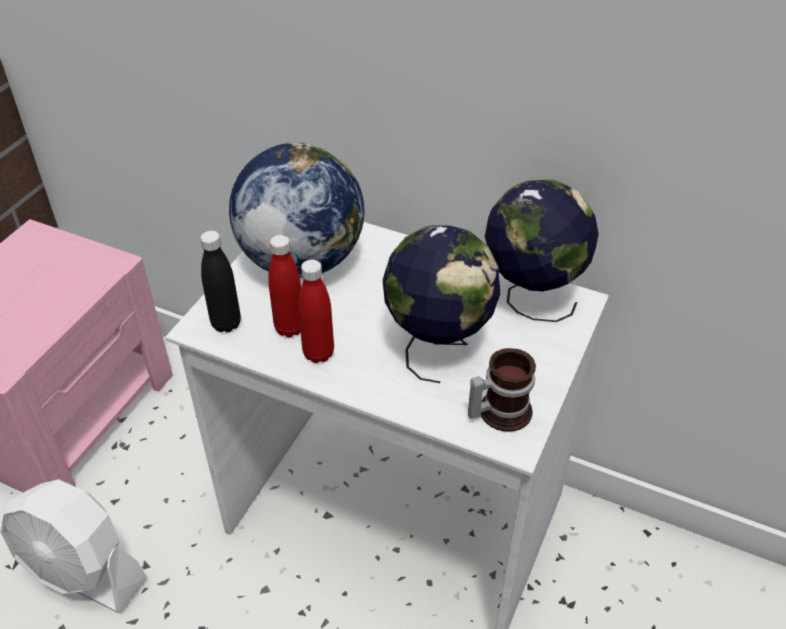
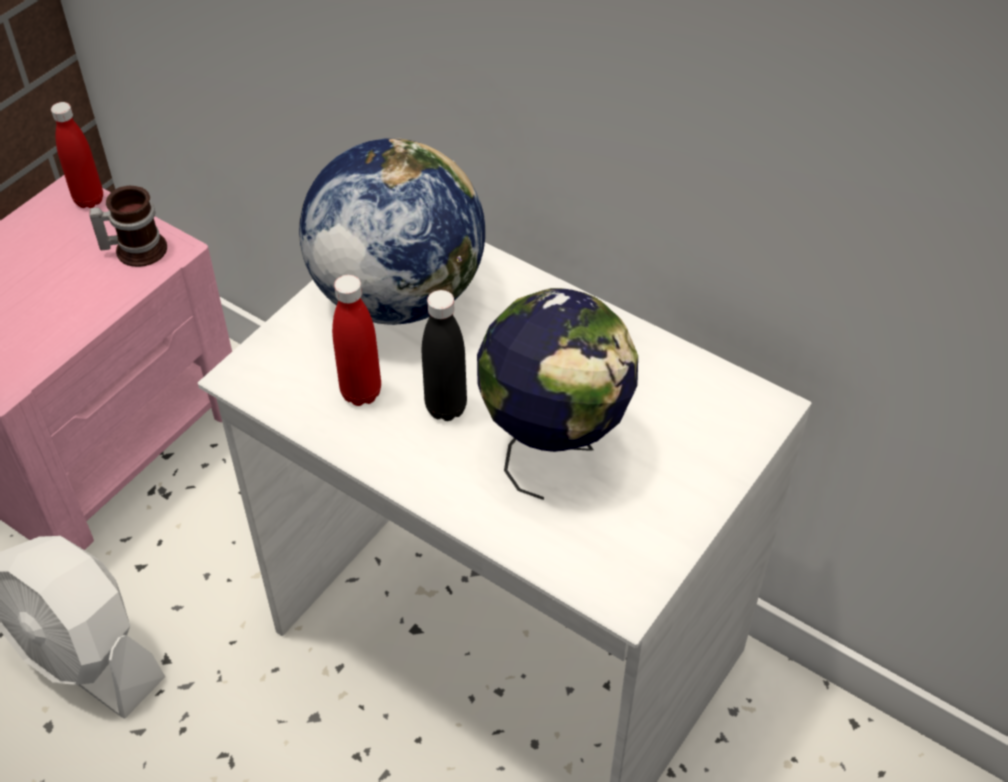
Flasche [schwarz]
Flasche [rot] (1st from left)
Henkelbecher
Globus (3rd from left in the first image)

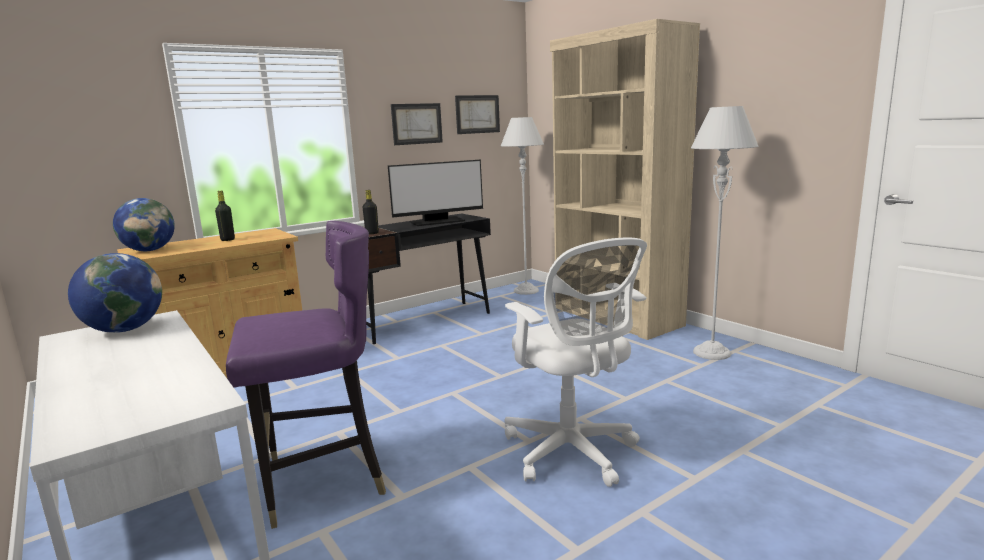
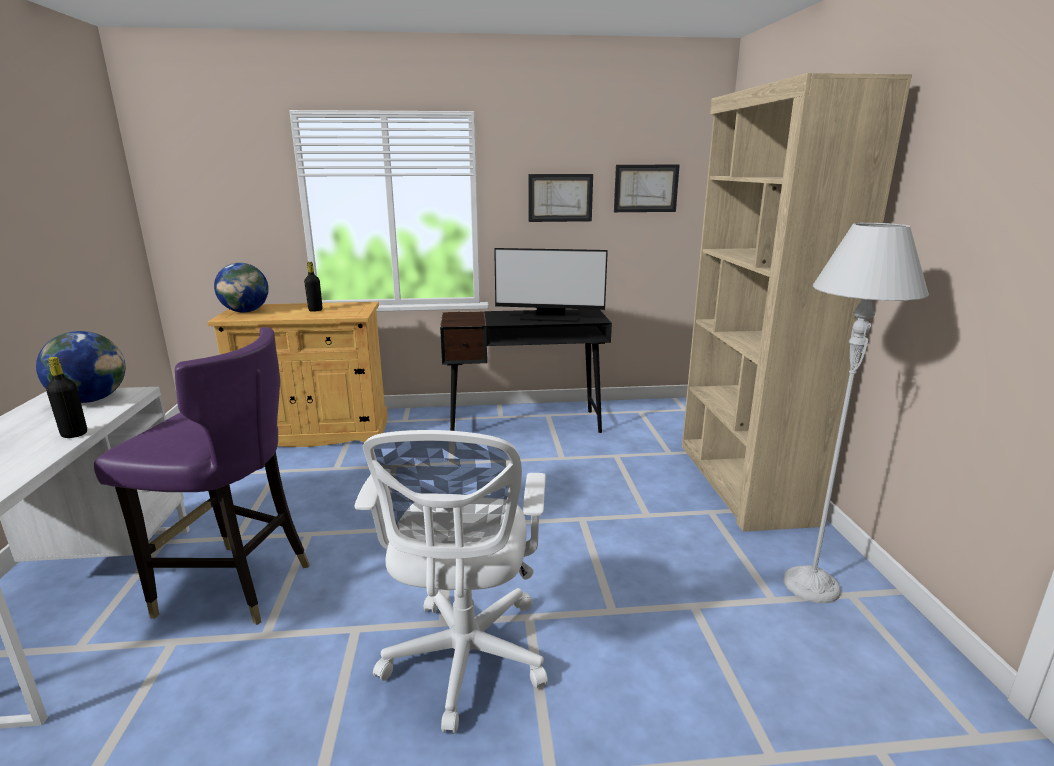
Flasche [schwarz] (1st from left)
Stehlampe [grau] (1st from left in the first image)

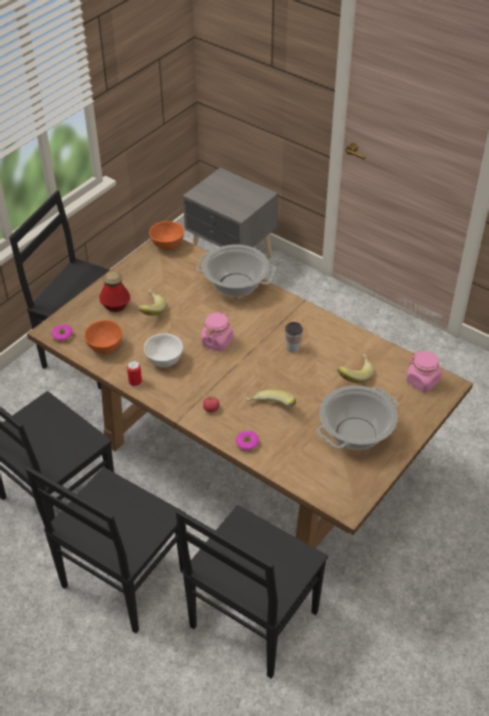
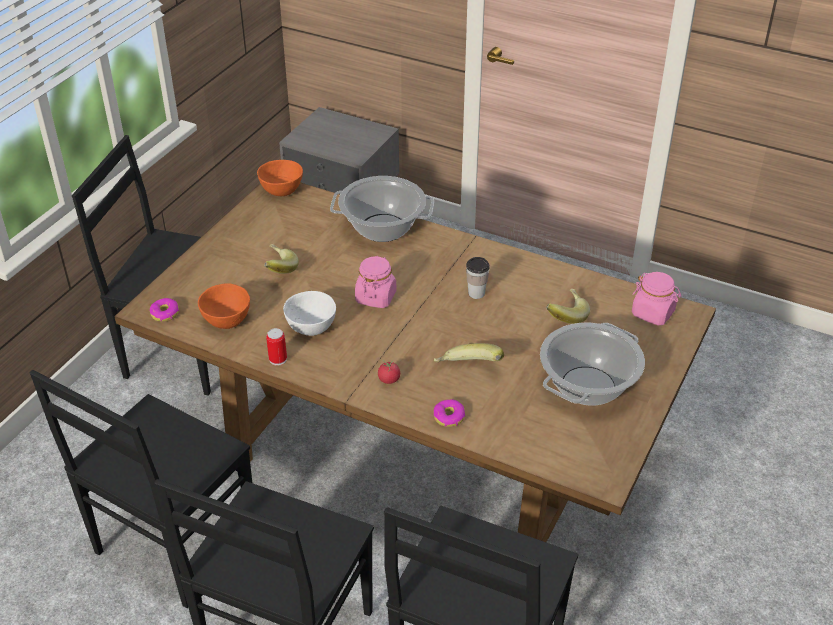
Flasche

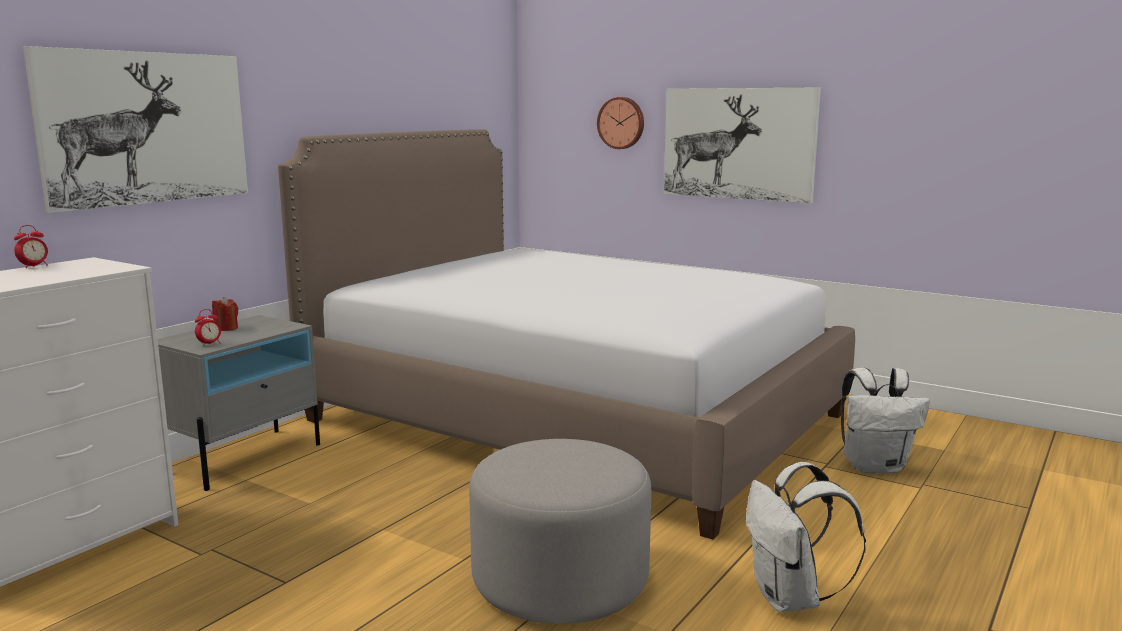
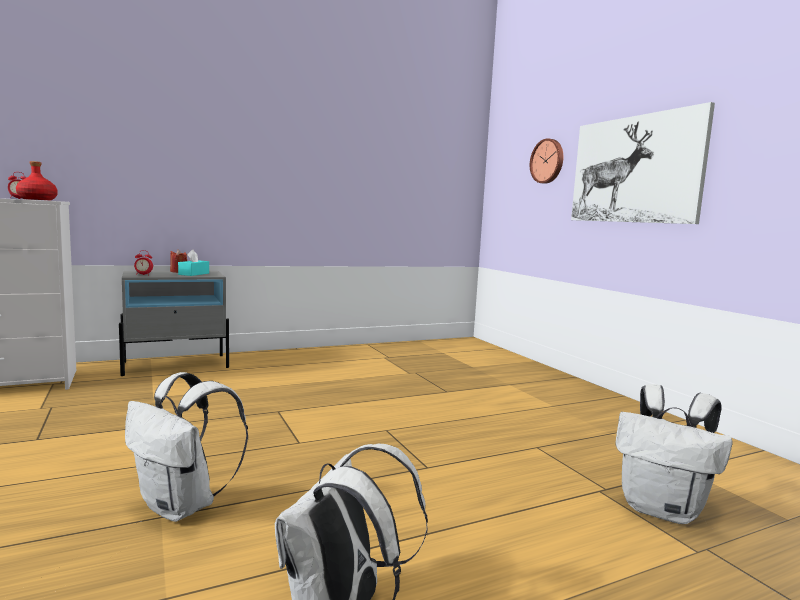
Bild (1st from left in the first image)
Bett
Rucksack [weiß] (1st from left)
Flasche [rot]
Taschentuchbox [türkis]

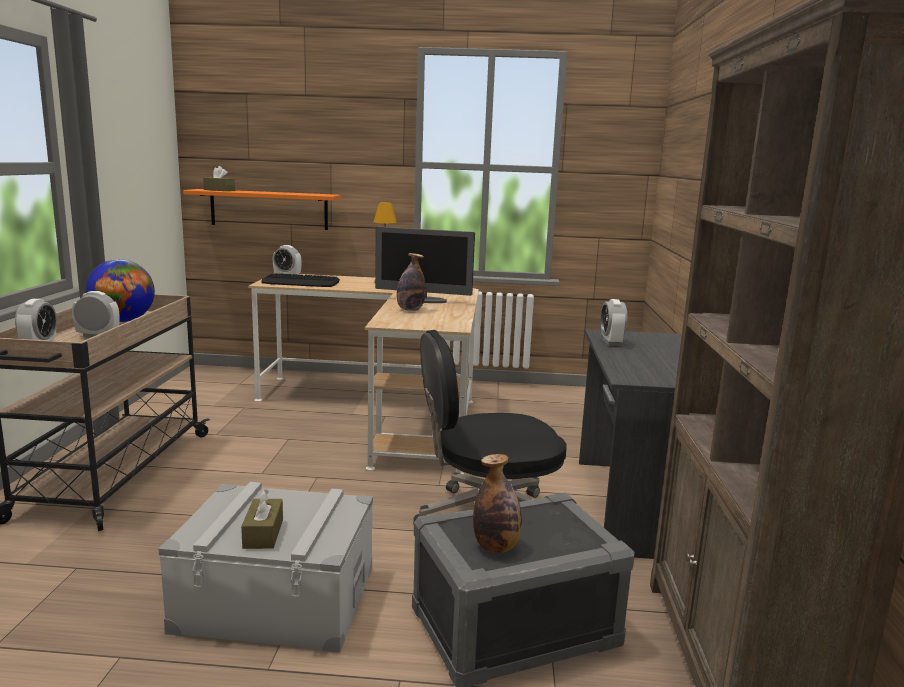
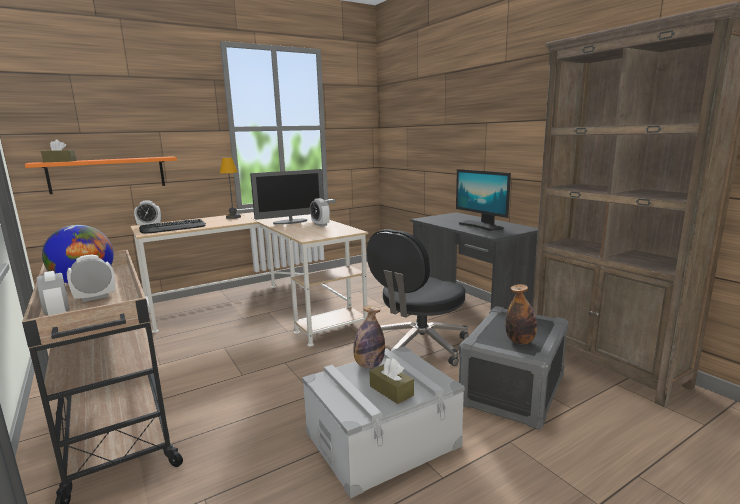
Flasche (1st from left)
Wecker (4th from left)
Monitor (2nd from left)

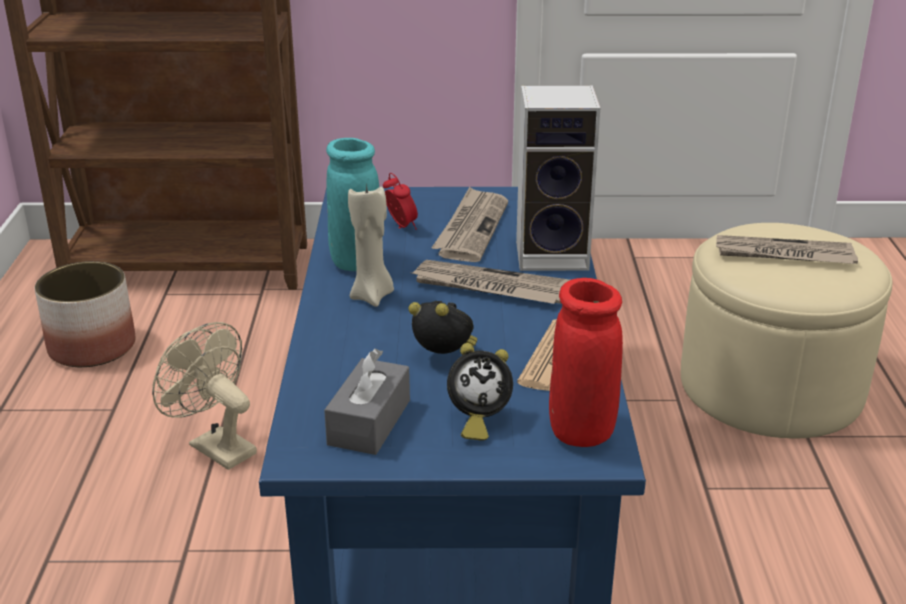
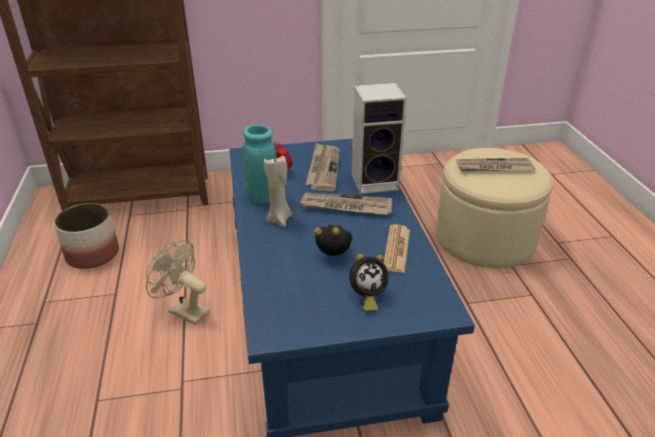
Taschentuchbox [grau]
Vase [rot]

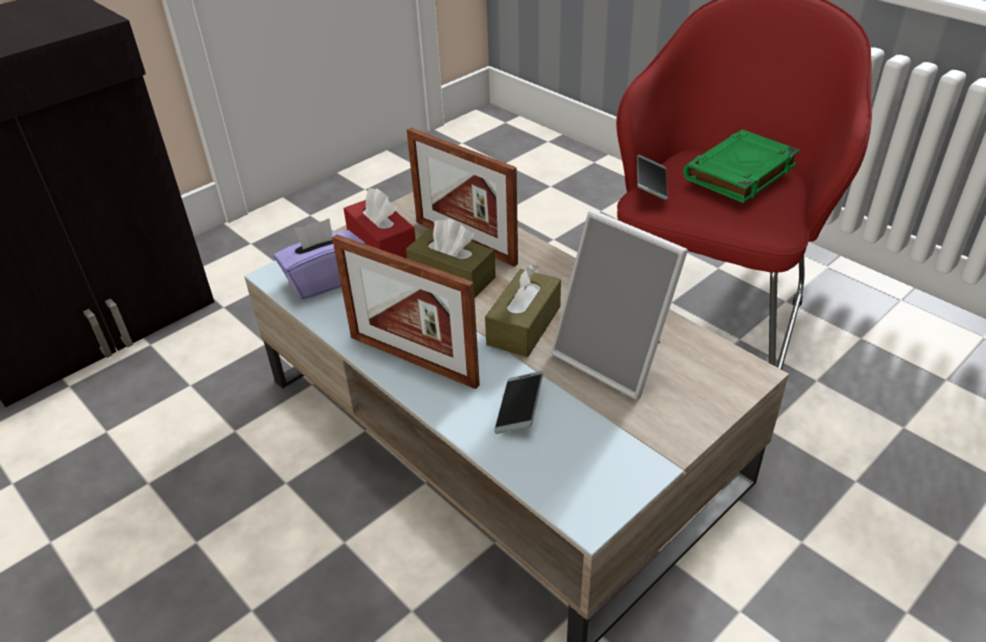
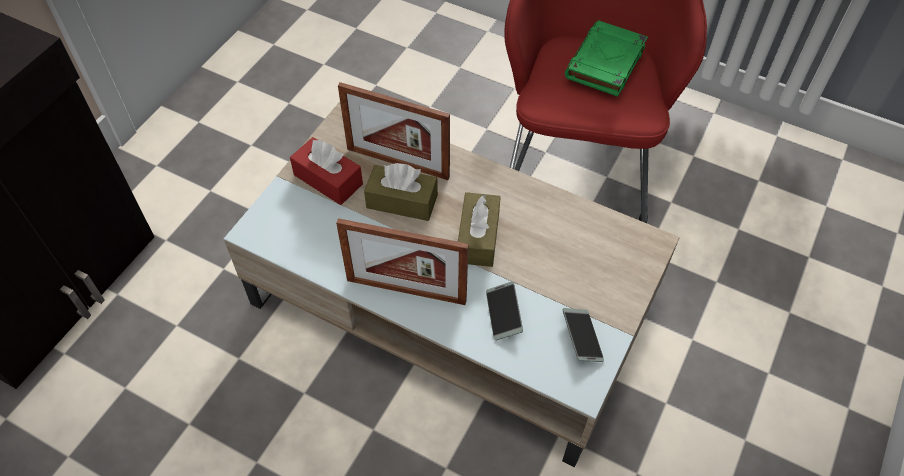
Taschentuchbox [lila]
Bilderrahmen (3rd from left in the first image)
Handy (2nd from left)

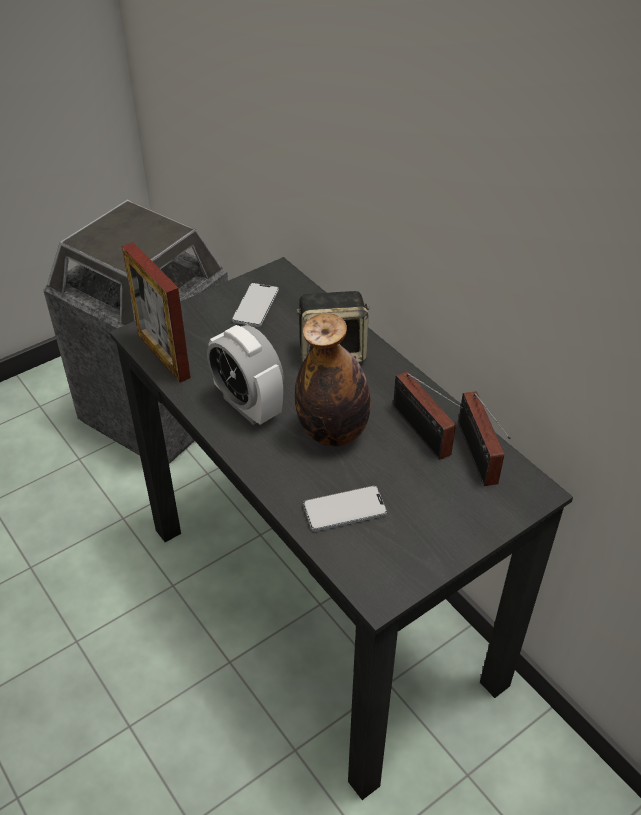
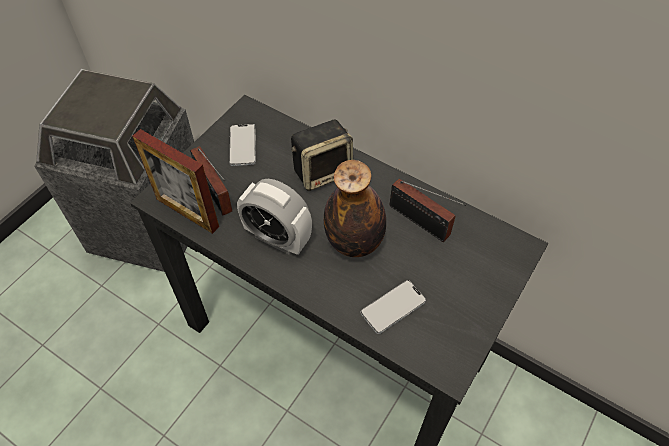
Radio (1st from left)

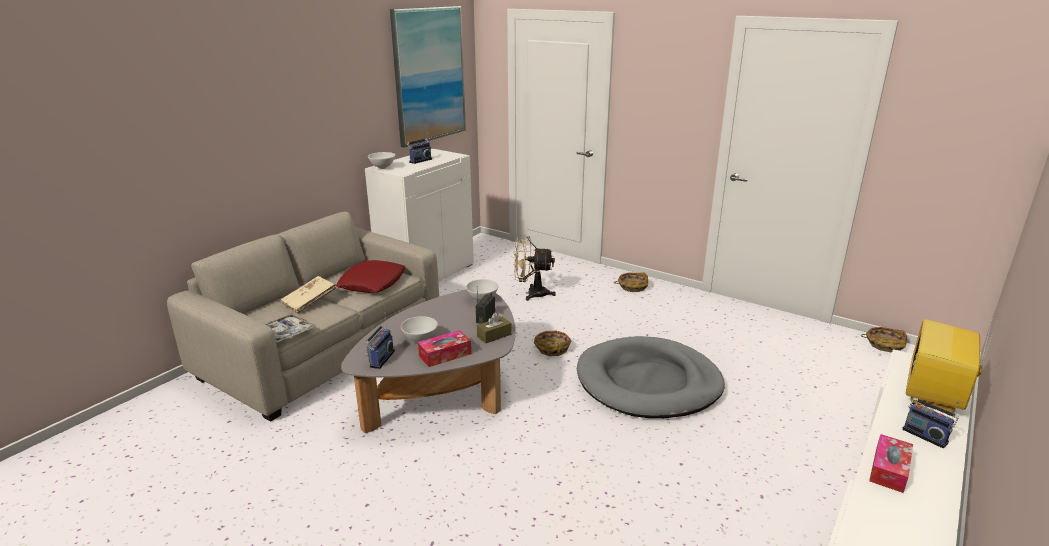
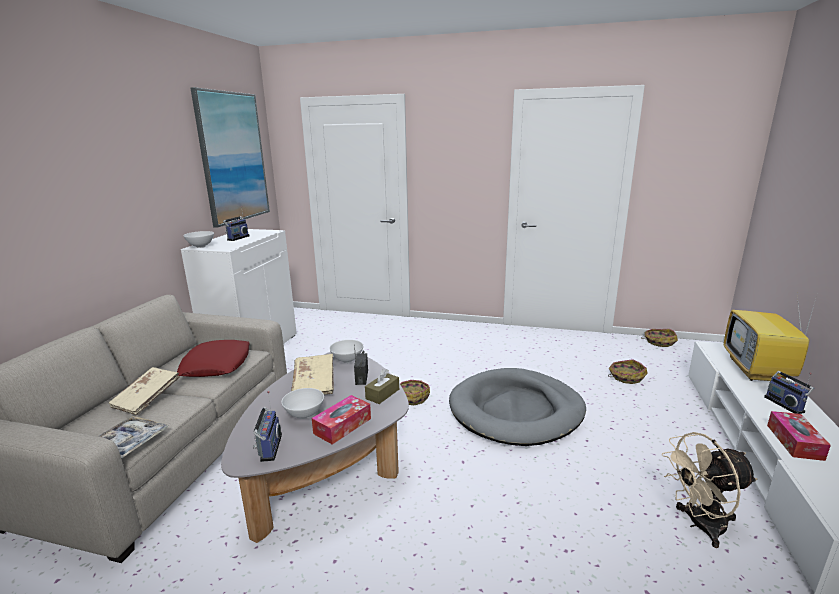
Ventilator [beige]
Korb (2nd from left)
Radio (4th from left)
Buch [beige] (2nd from left)

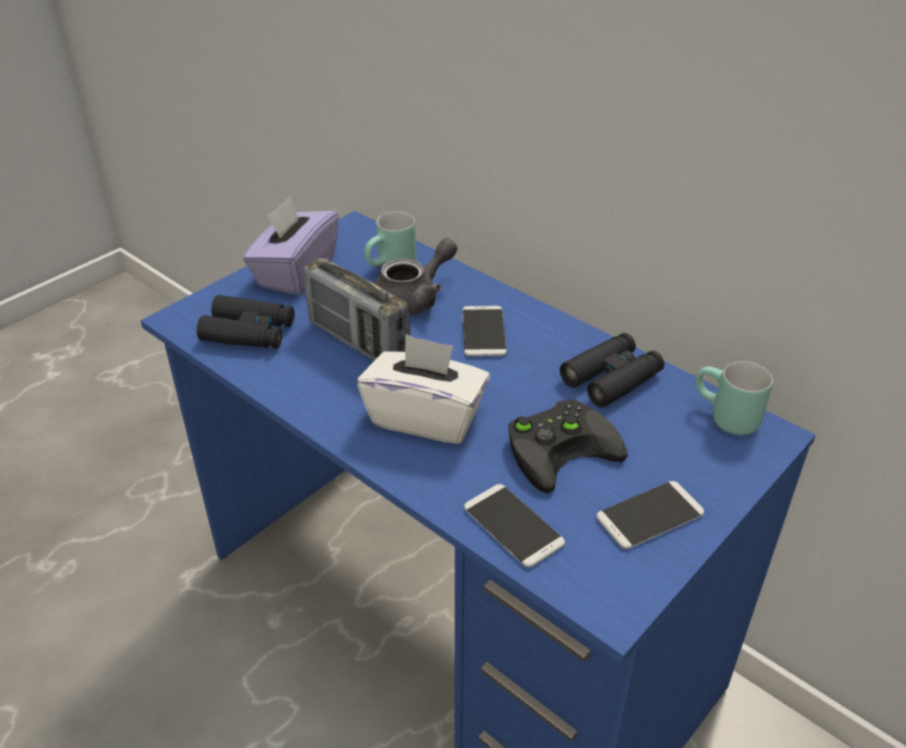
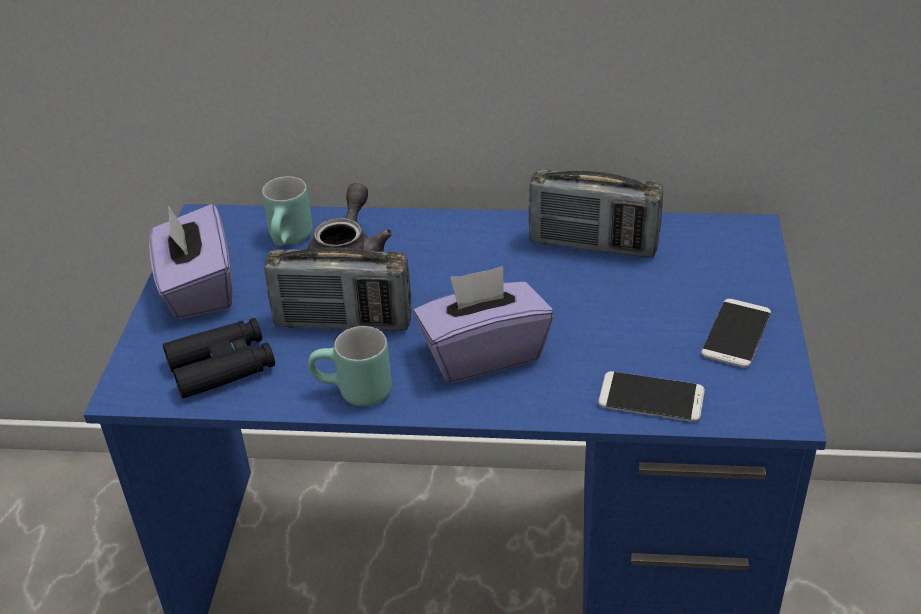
Taschentuchbox [lila] (2nd from left)
Handy (1st from left in the first image)
Gamepad [schwarz]
Radio (2nd from left)
Henkelbecher [türkis] (2nd from left)

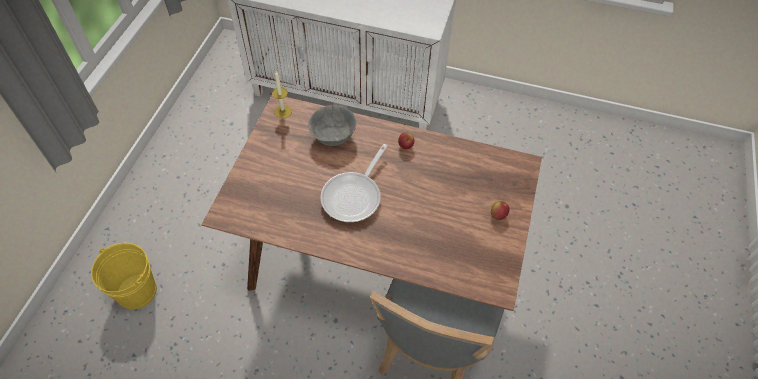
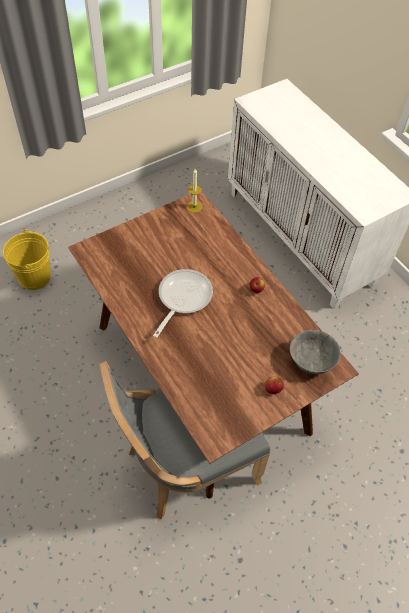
Schüssel [grau]
Pfanne

